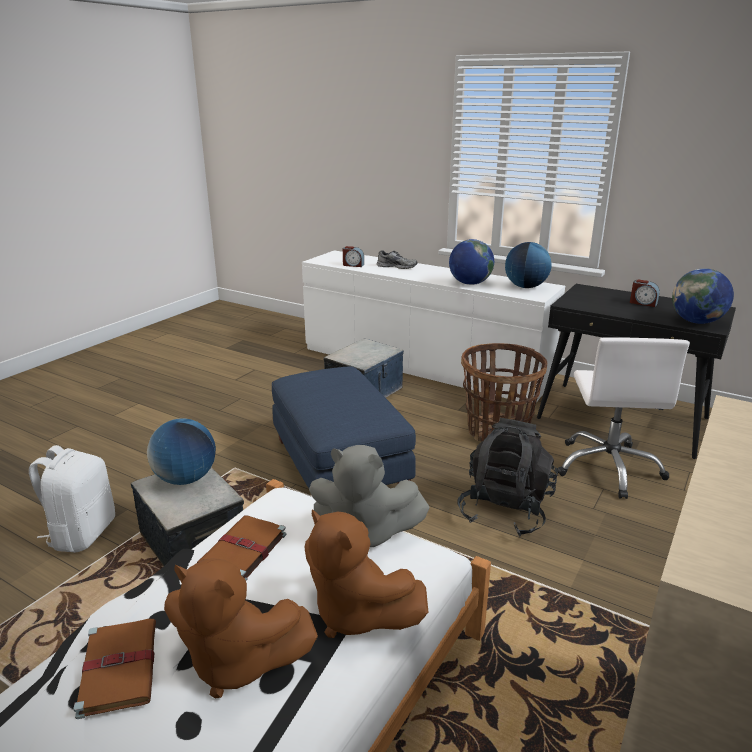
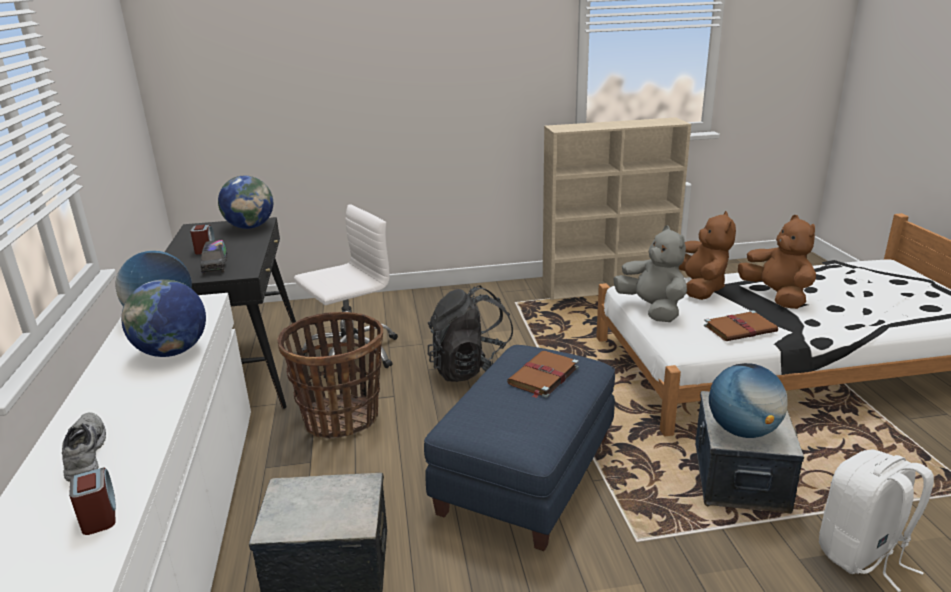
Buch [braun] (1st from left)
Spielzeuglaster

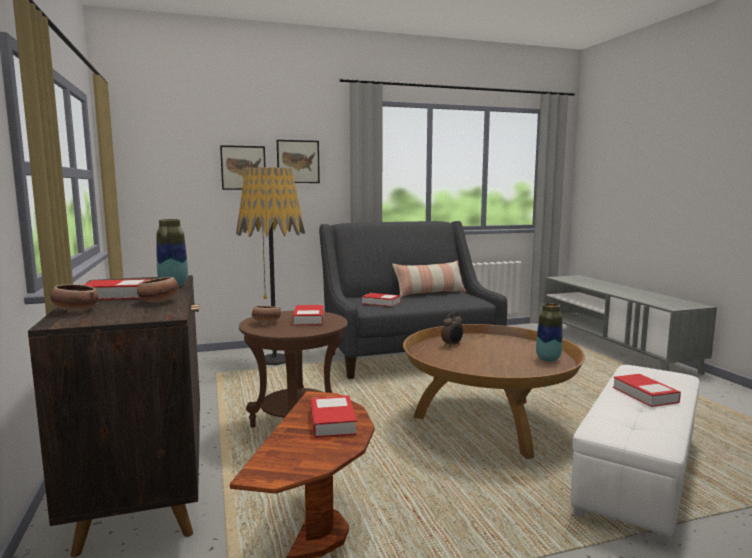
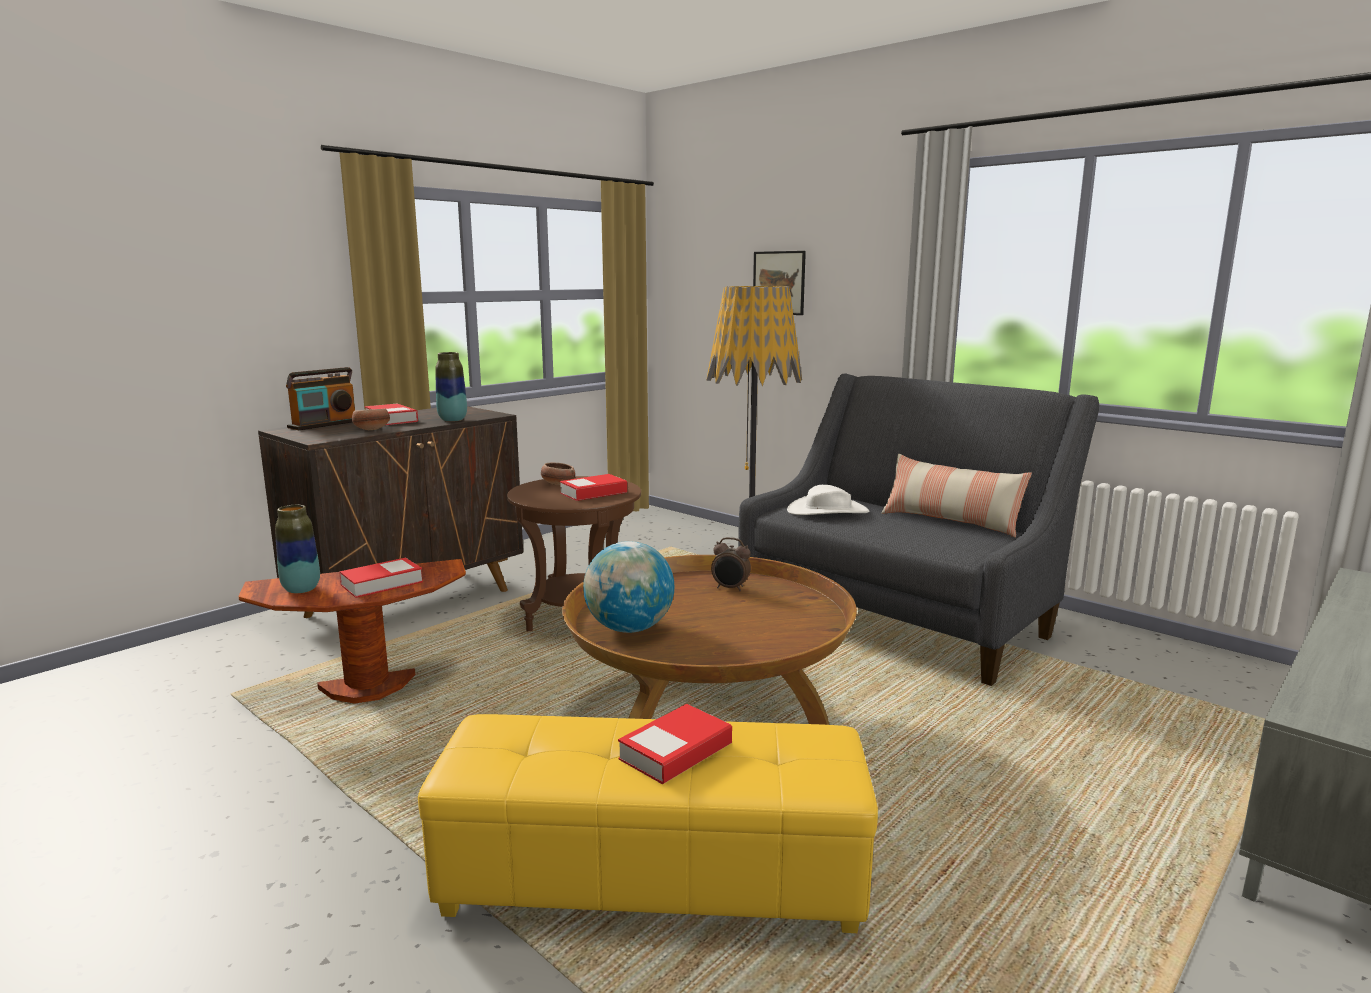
Radio
Bild (2nd from left in the first image)
Hut [weiß]
Vase (1st from left)
Polsterhocker [gelb]
Globus

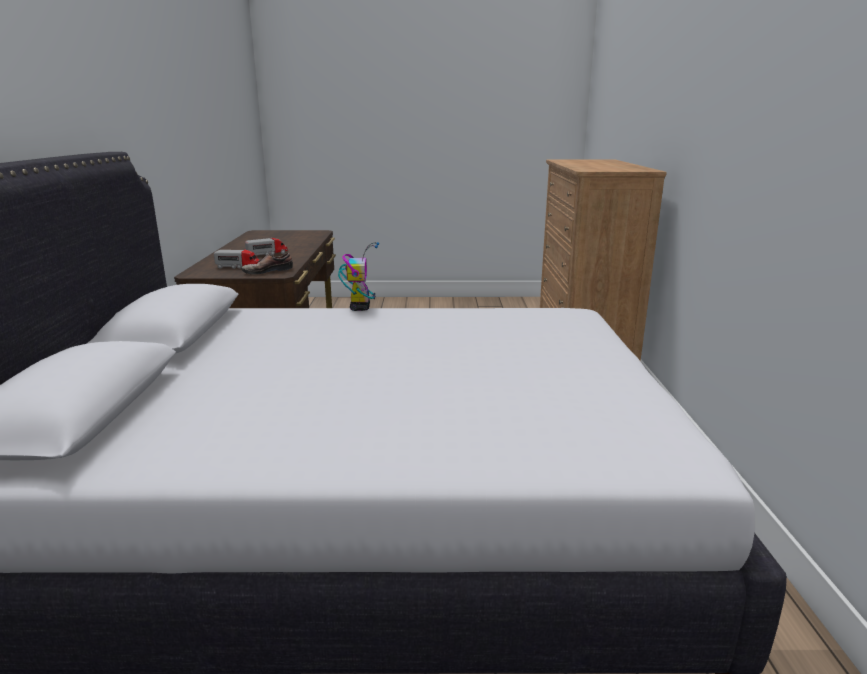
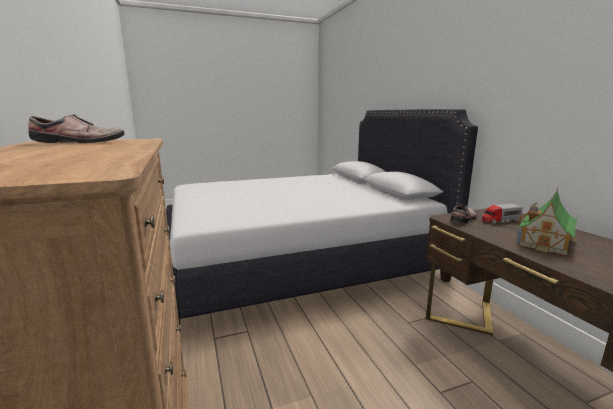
Spielzeughaus
Spielzeugroboter
Schuh (1st from left)

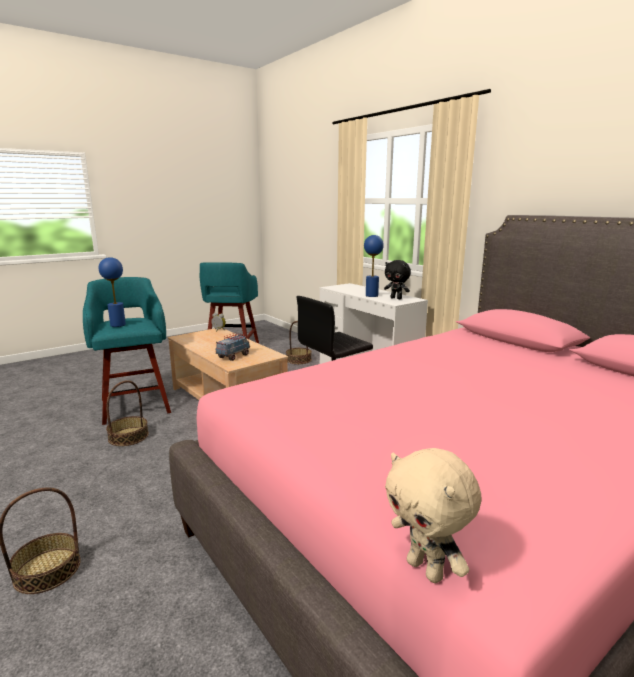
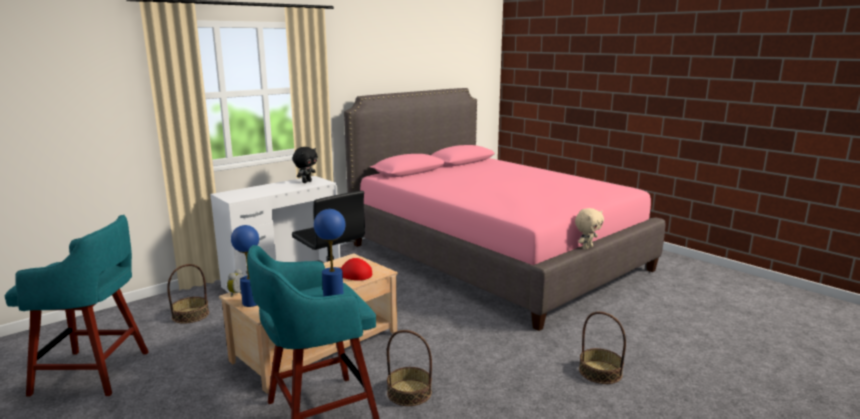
Kappe [rot]
Tischlampe [blau] (1st from left)
Plüschtier [beige]

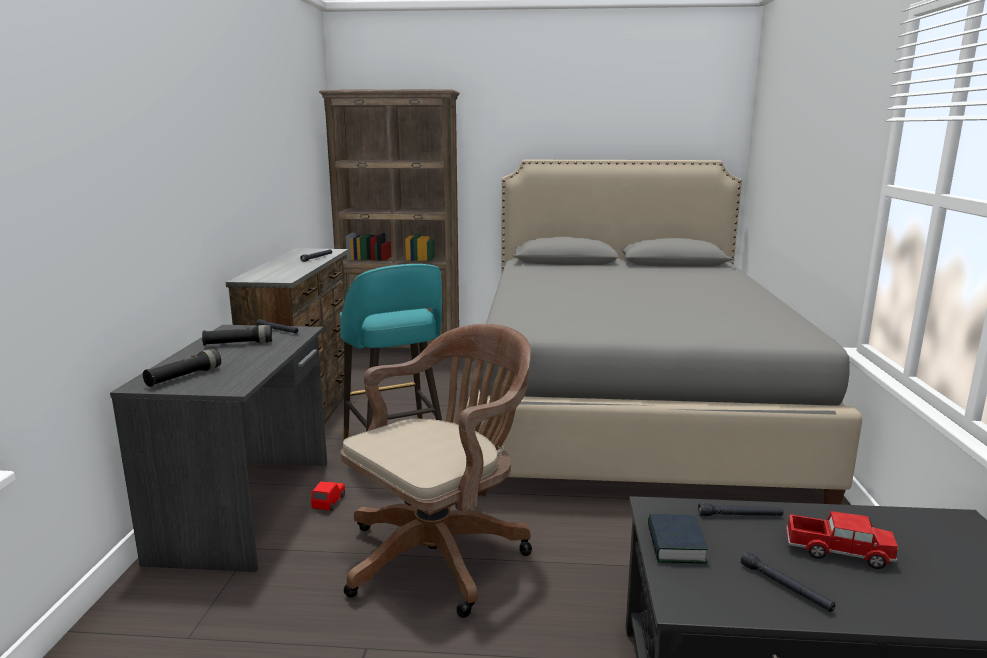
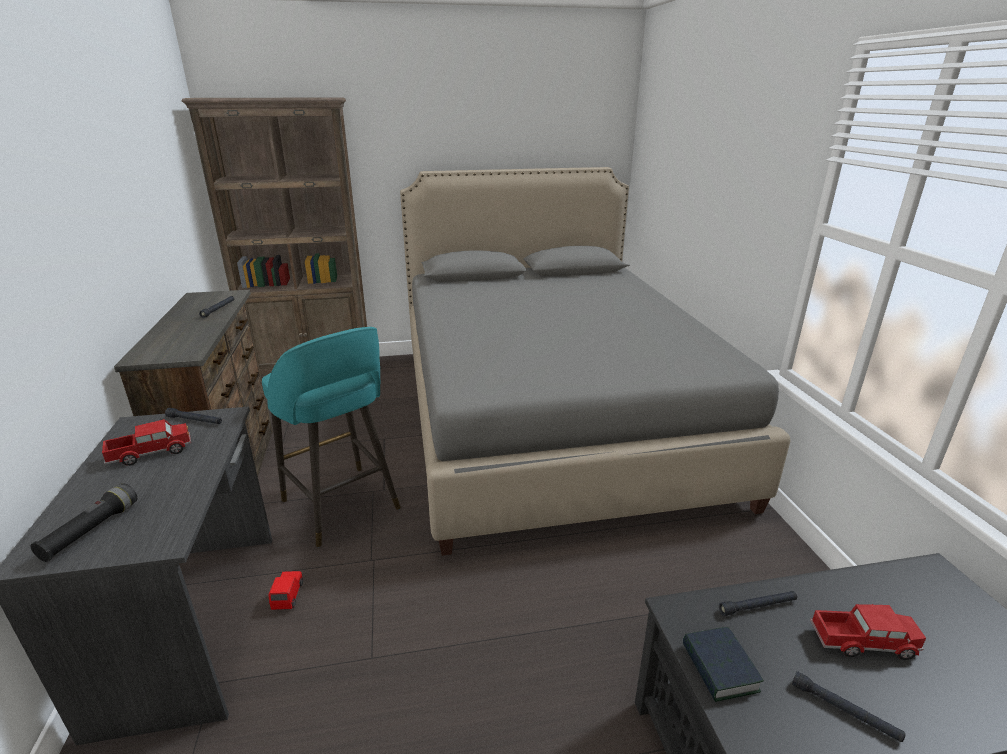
Spielzeuglaster (1st from left)
Bürostuhl [braun]

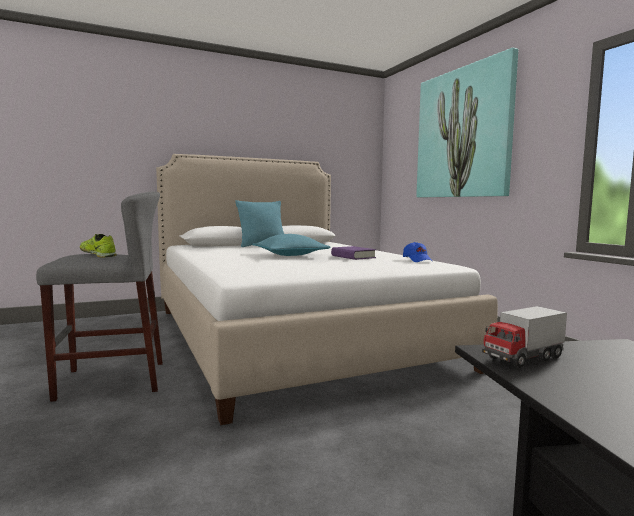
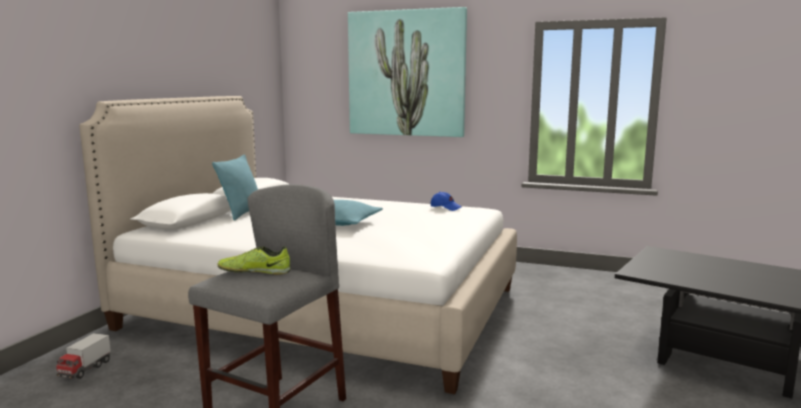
Buch [lila]
Spielzeuglaster

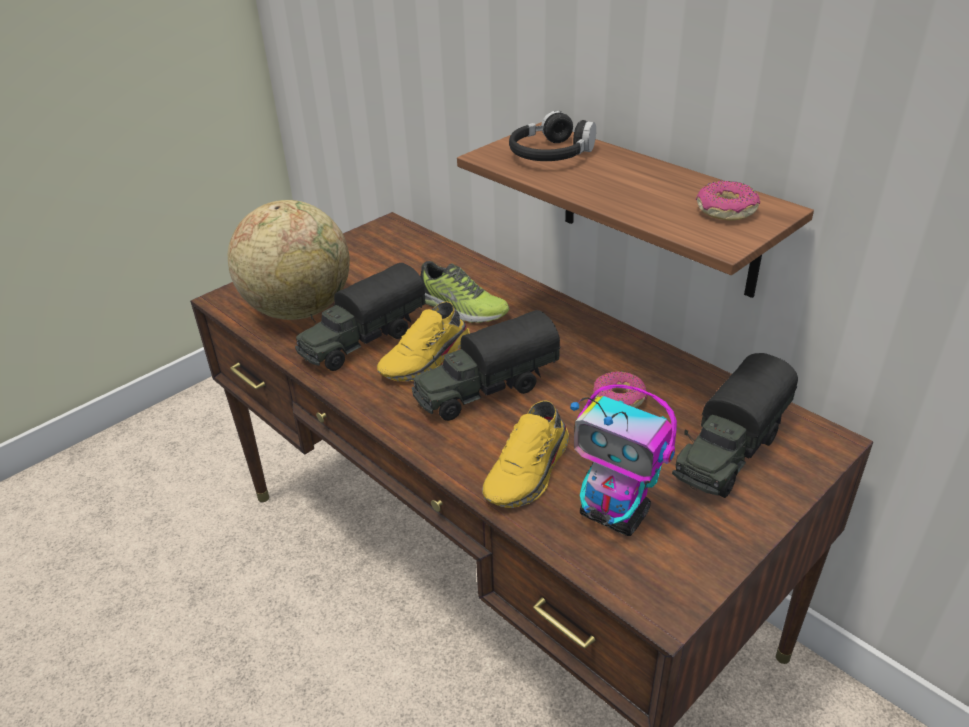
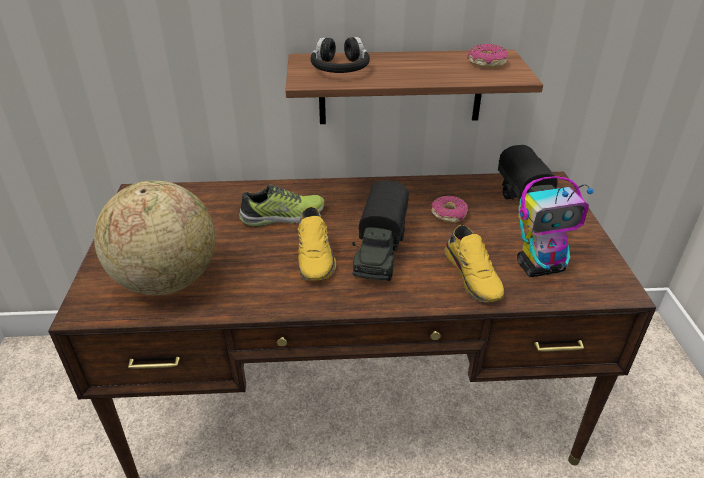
Spielzeuglaster (1st from left in the first image)

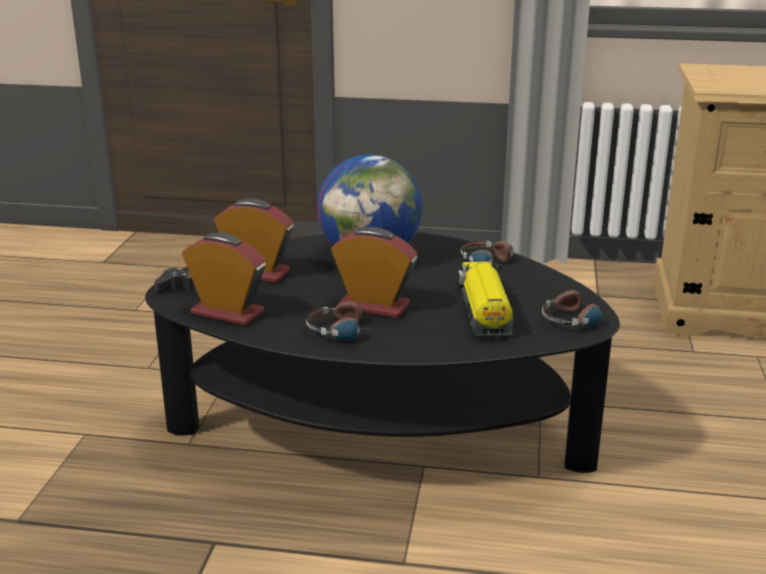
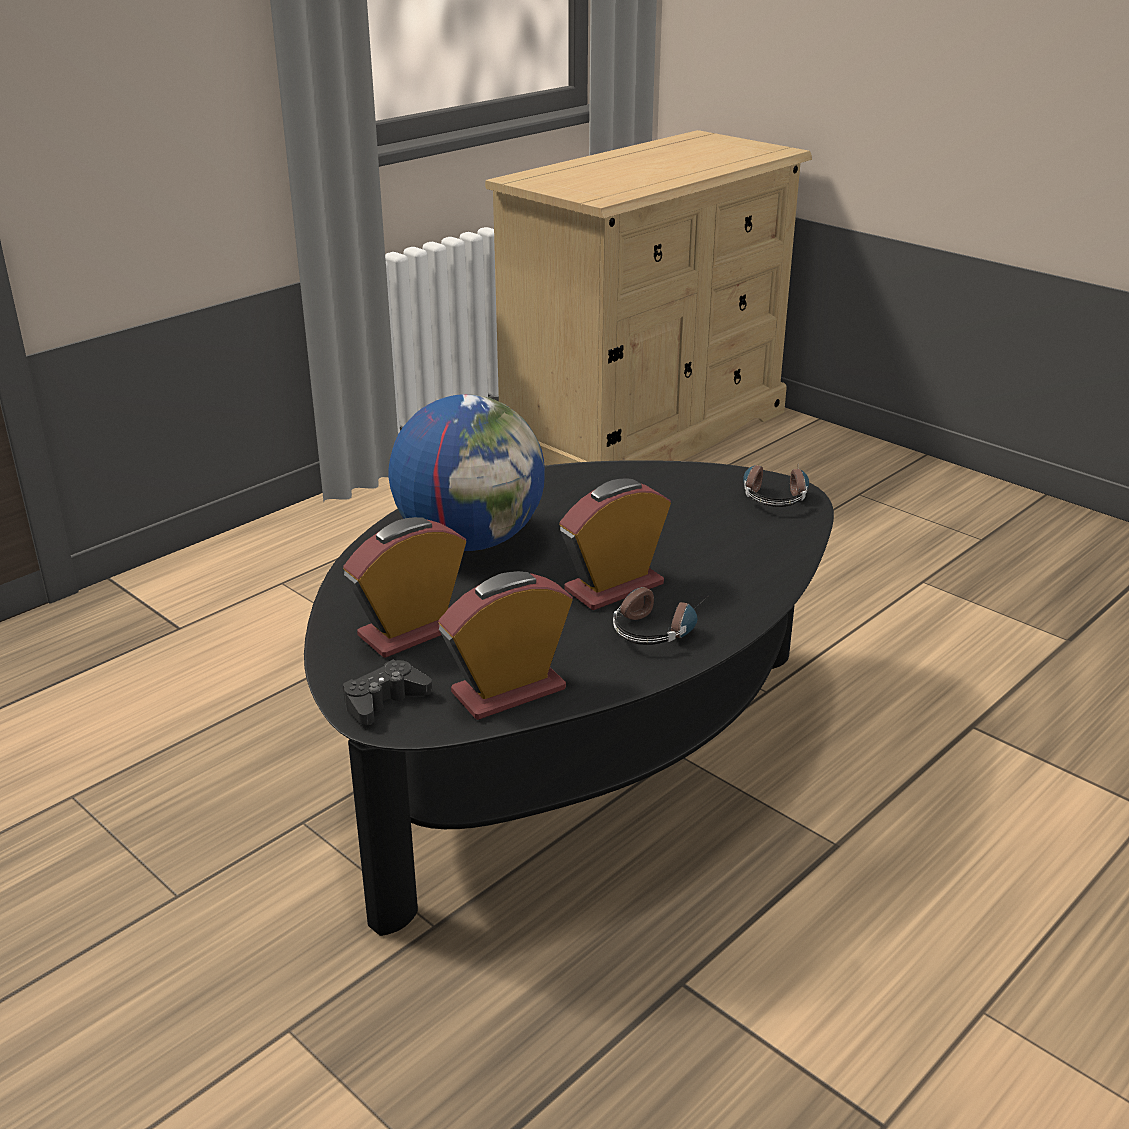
Spielzeuglaster
Kopfhörer (2nd from left in the first image)

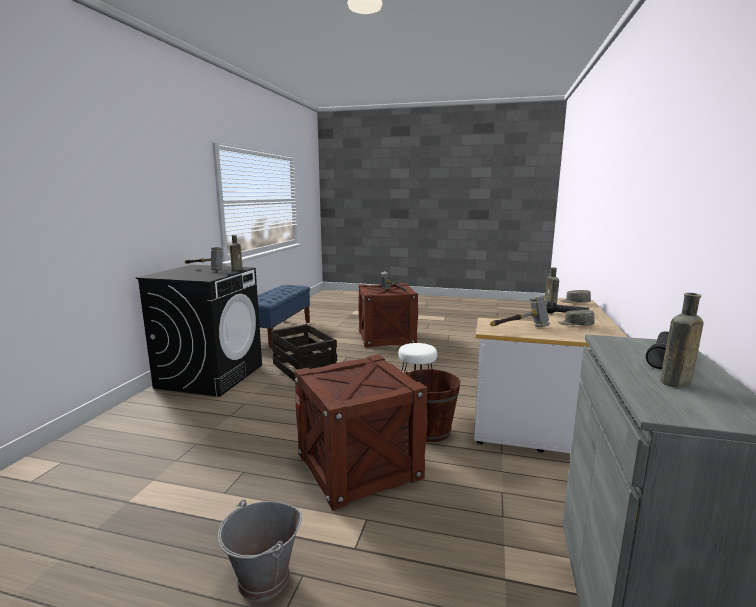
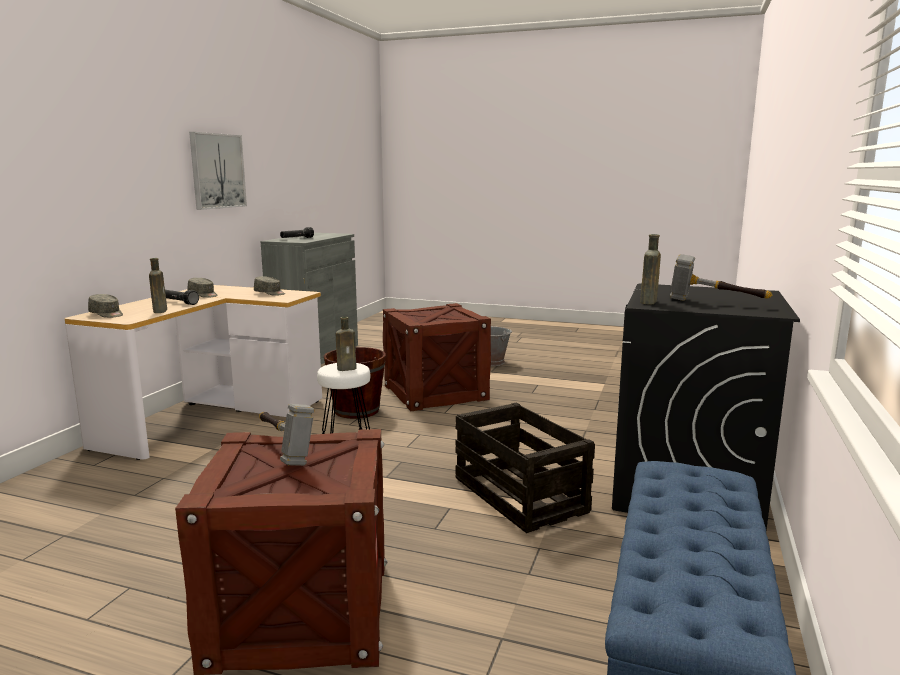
Kappe [grau] (3rd from left)
Flasche [braun] (2nd from left)
Bild

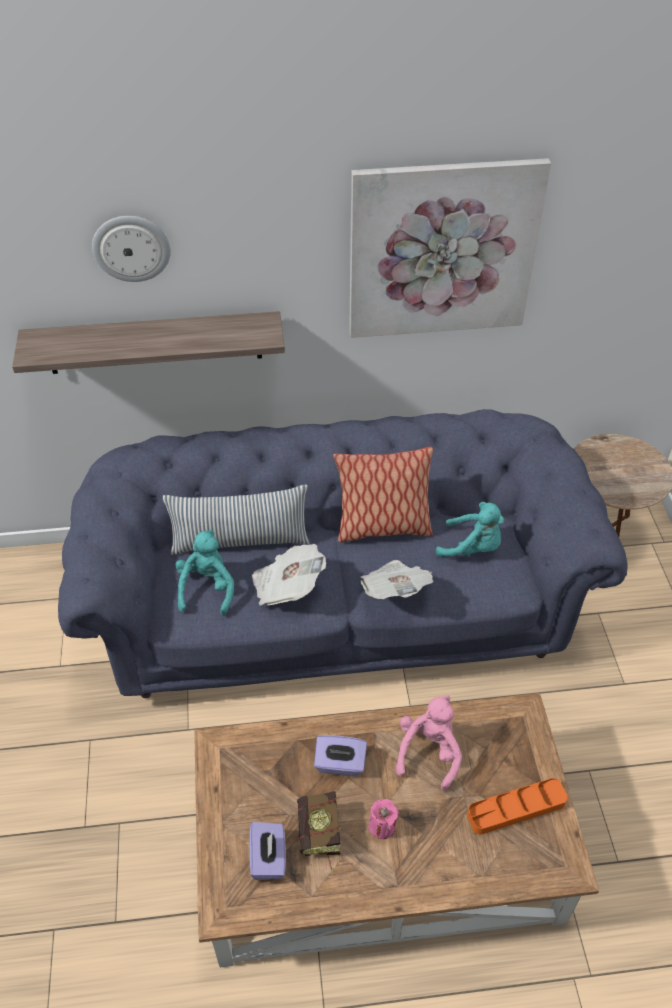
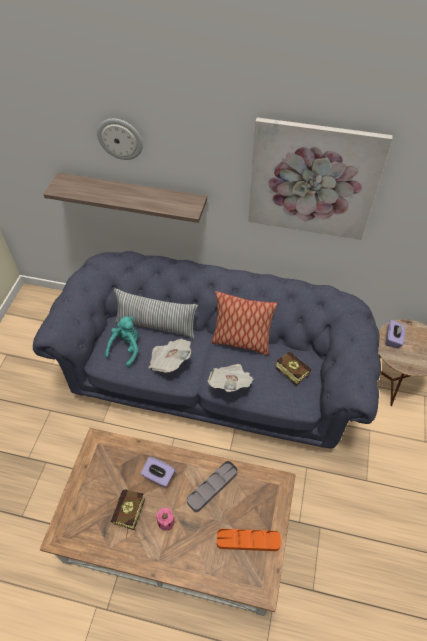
Taschentuchbox [lila] (2nd from left)
Tablett [grau]
Buch (2nd from left)

